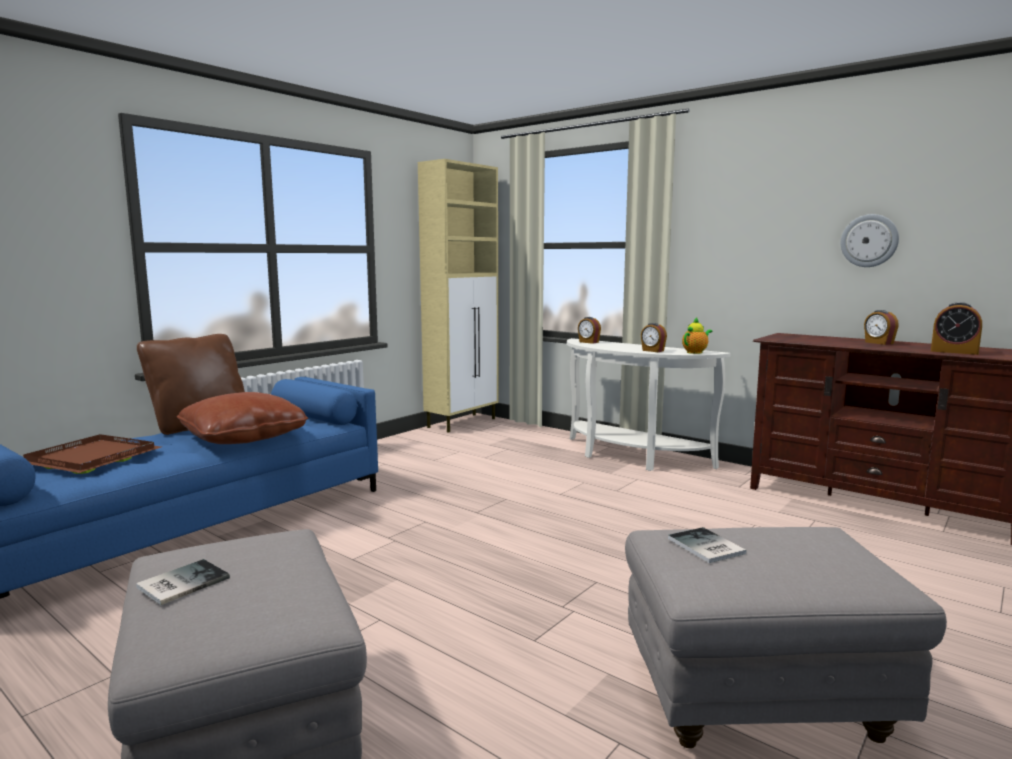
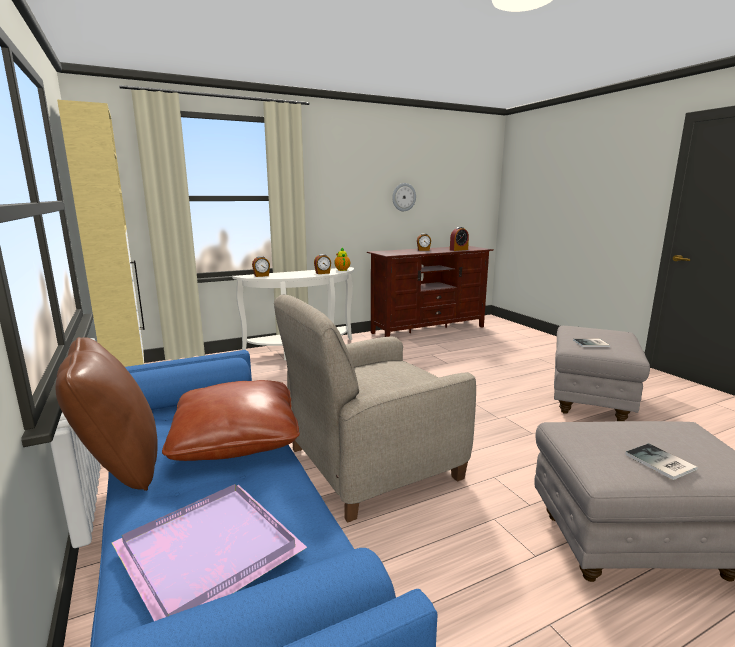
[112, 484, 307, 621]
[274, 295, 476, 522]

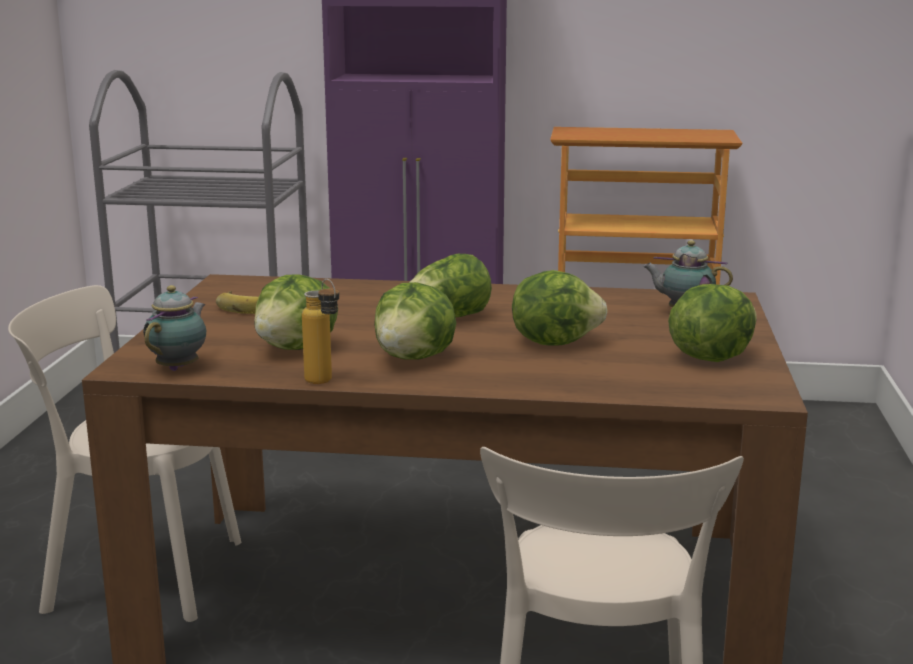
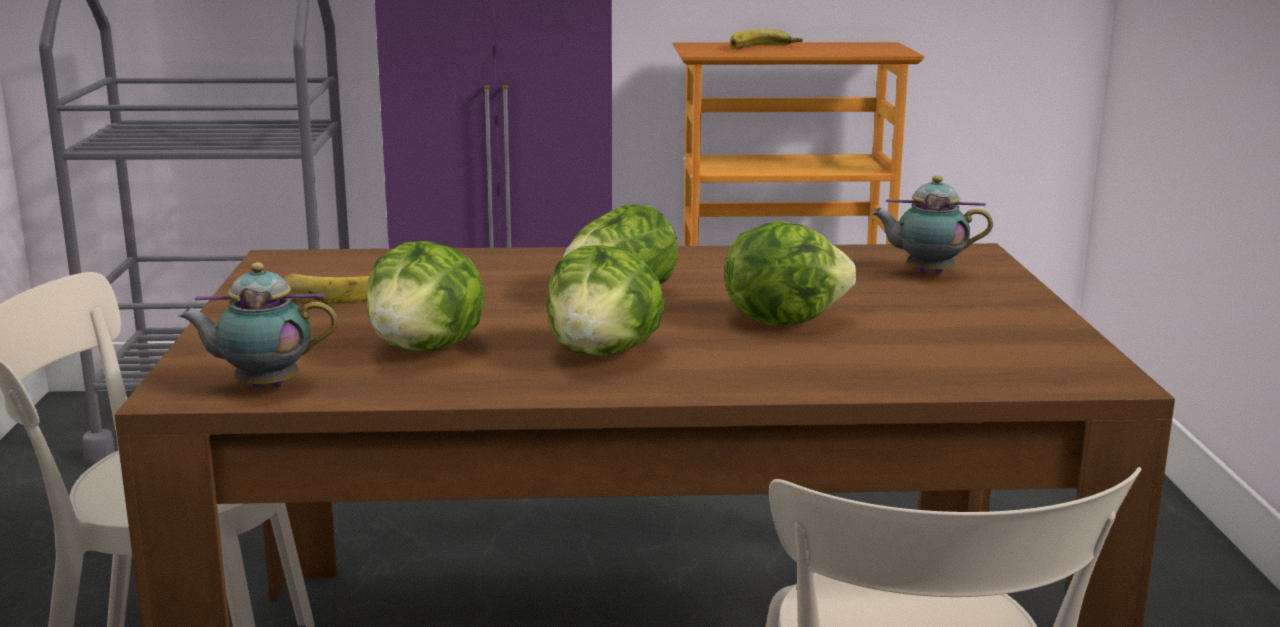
[179, 262, 338, 388]
[730, 29, 803, 49]
[302, 279, 339, 384] (first image)
[668, 284, 757, 362] (first image)

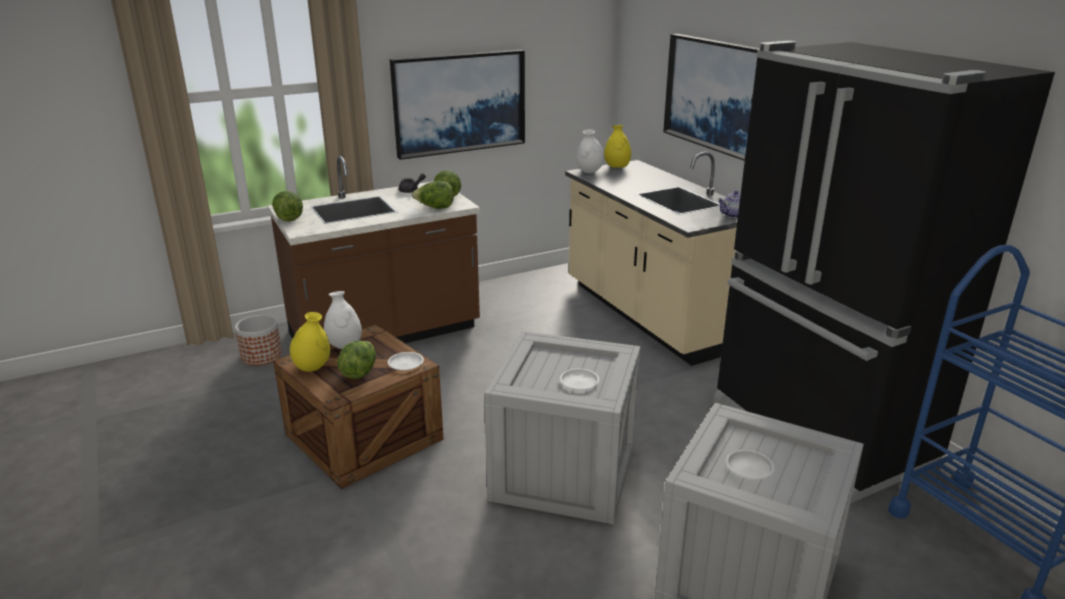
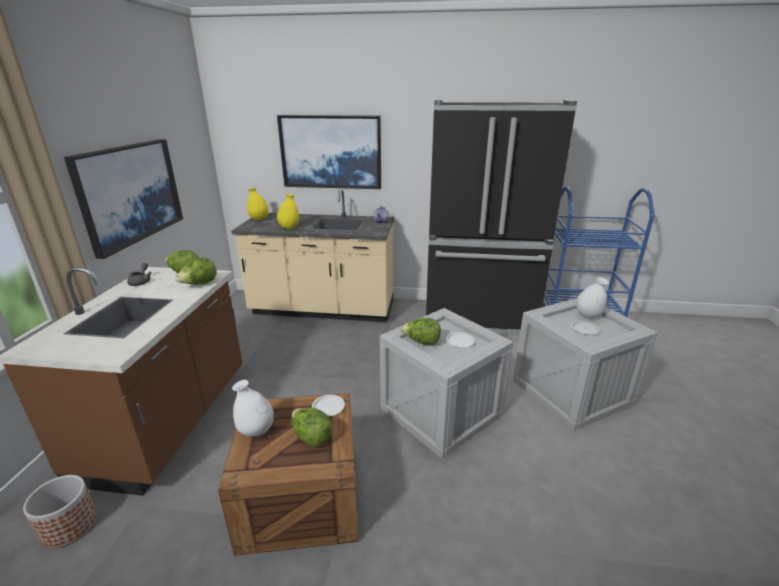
[277, 194, 299, 229]
[401, 318, 441, 345]
[576, 277, 609, 318]

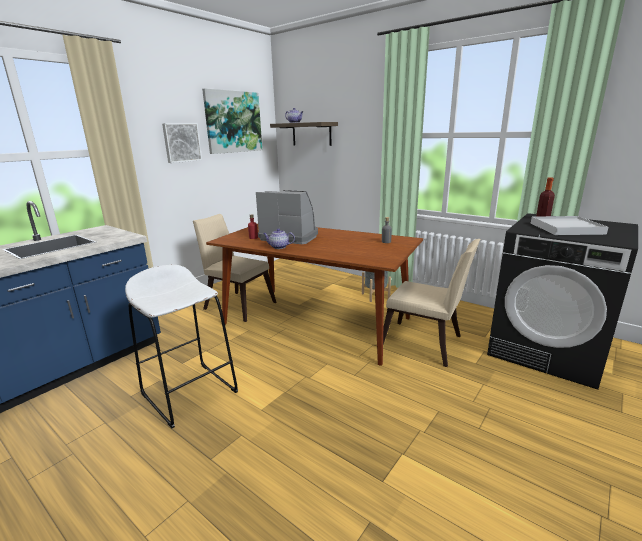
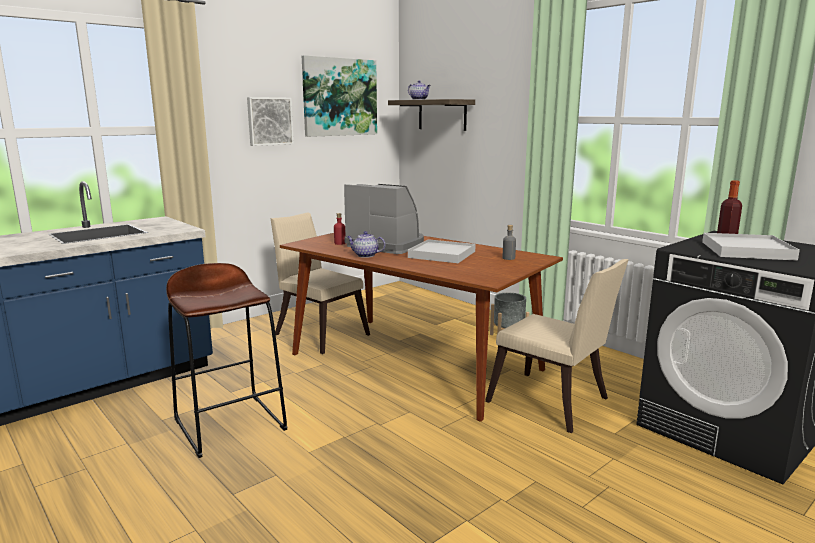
[166, 263, 287, 458]
[408, 239, 476, 263]

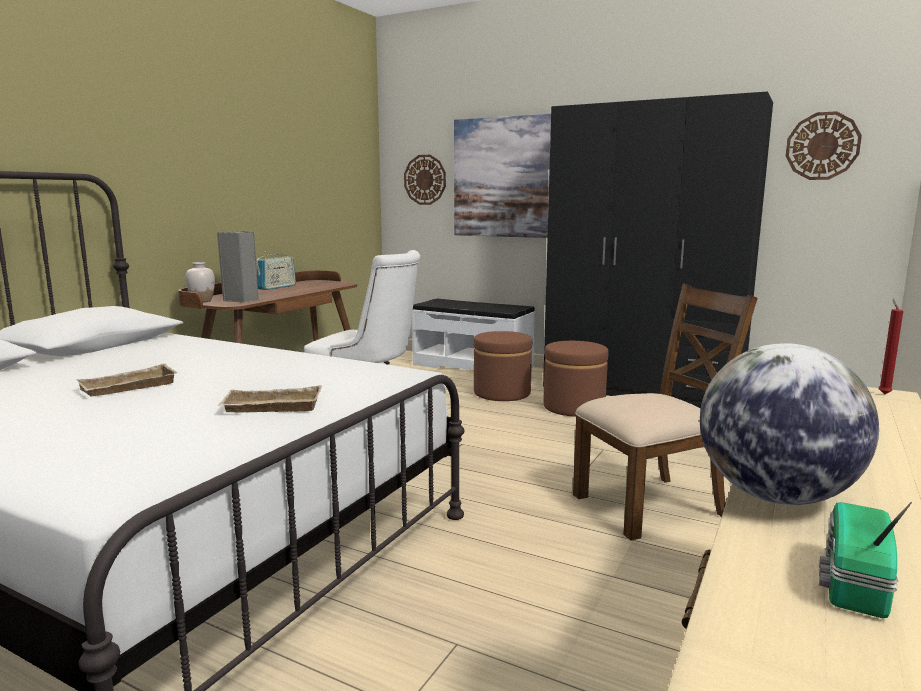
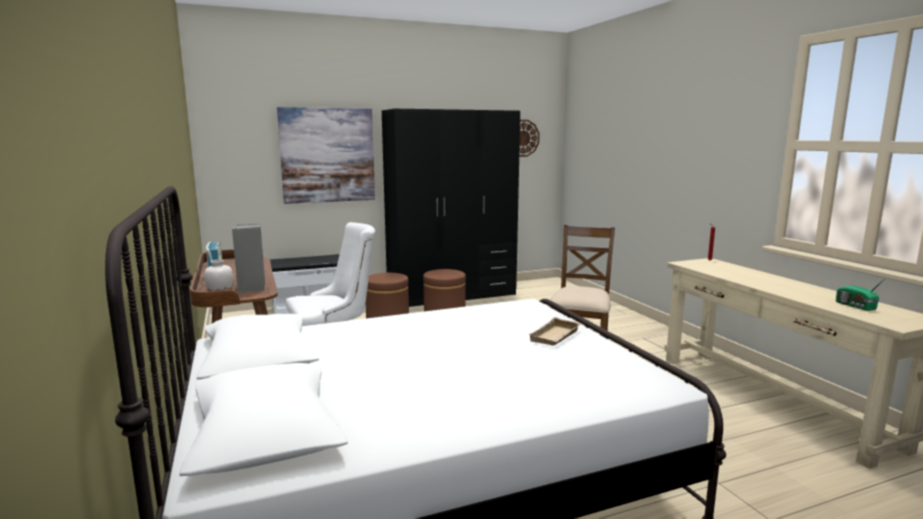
[76, 363, 178, 397] (first image)
[404, 155, 446, 205] (first image)
[700, 343, 879, 505] (first image)

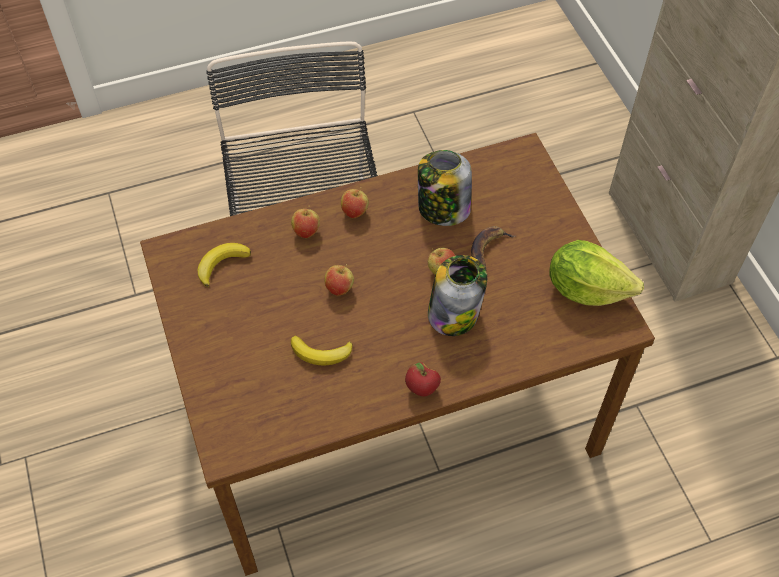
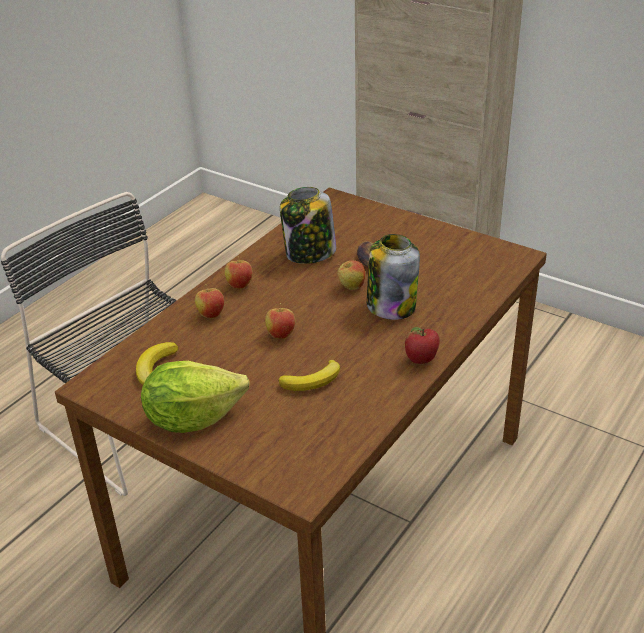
[141, 361, 250, 433]

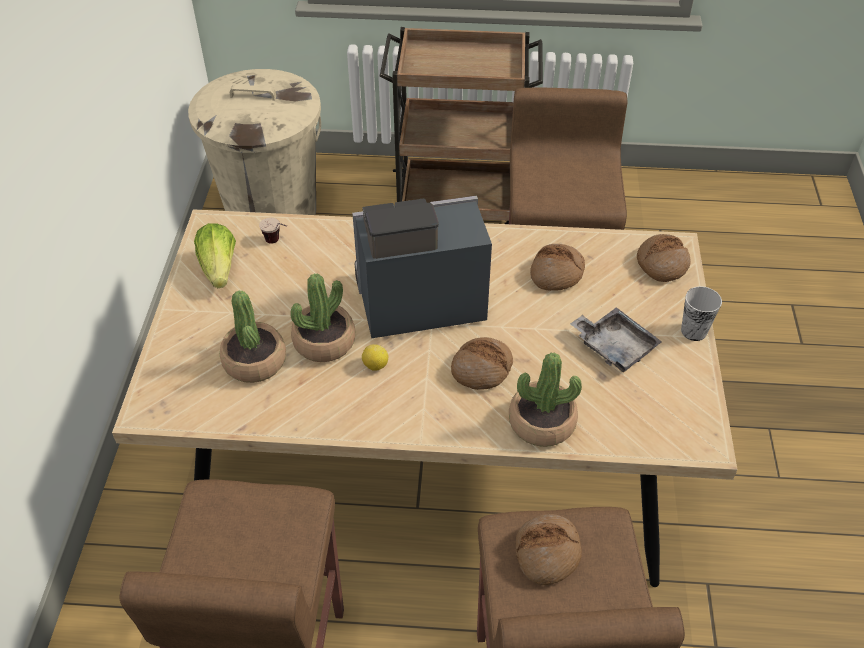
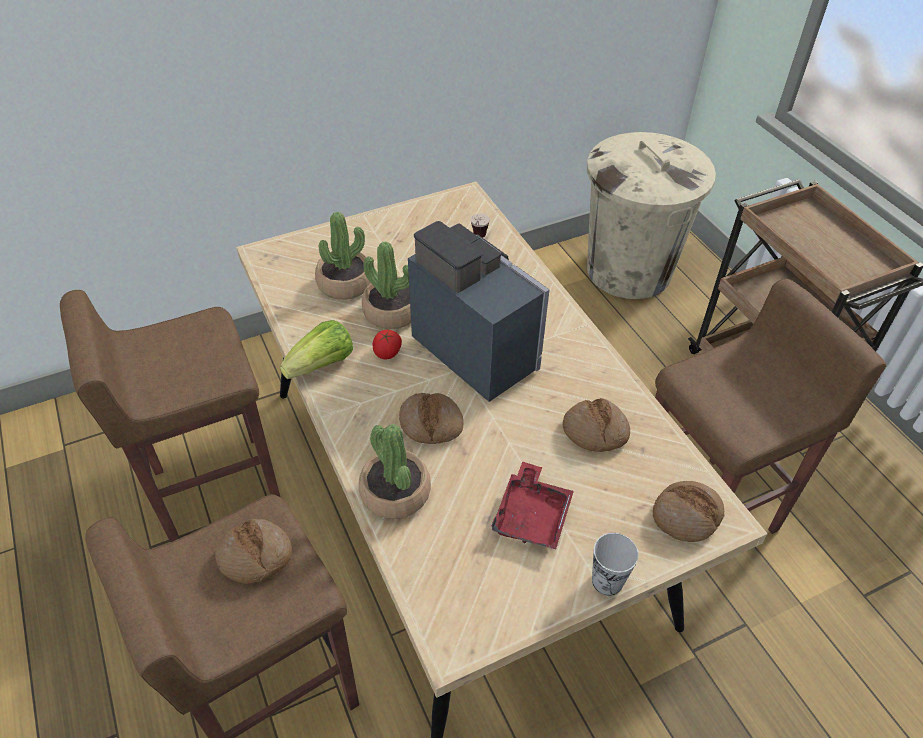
[280, 320, 353, 379]
[373, 330, 402, 359]
[492, 461, 574, 549]

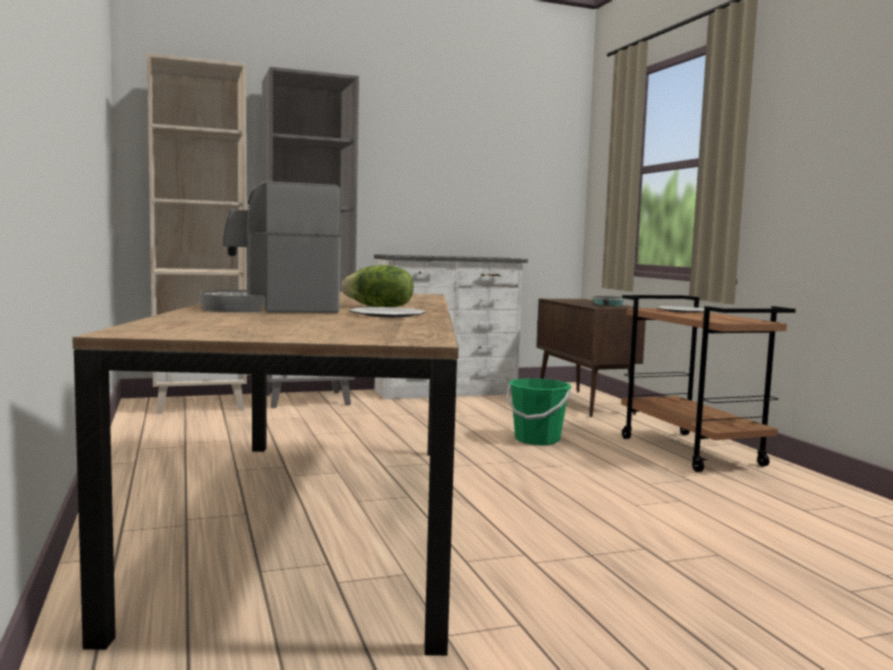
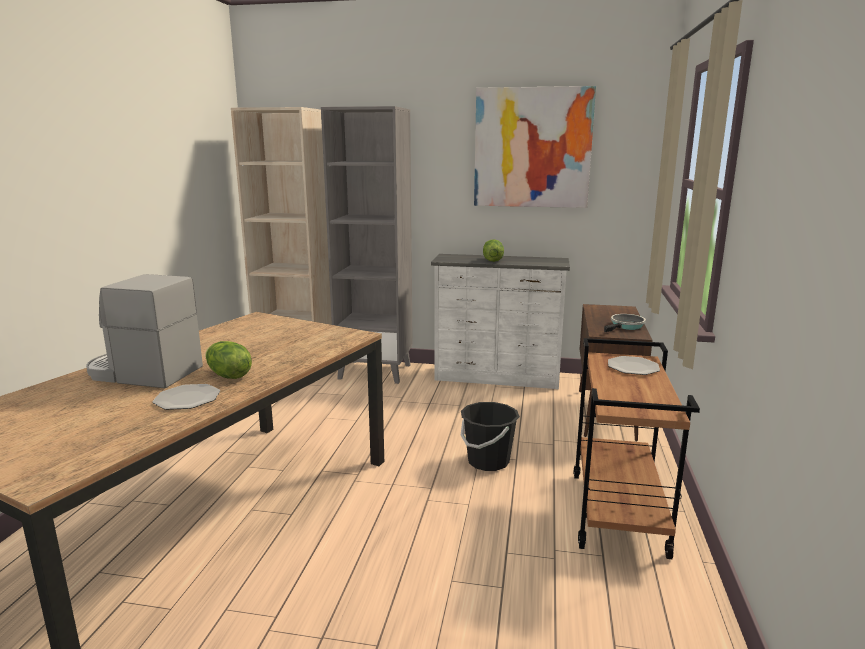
[461, 402, 520, 471]
[474, 86, 596, 208]
[483, 239, 504, 262]

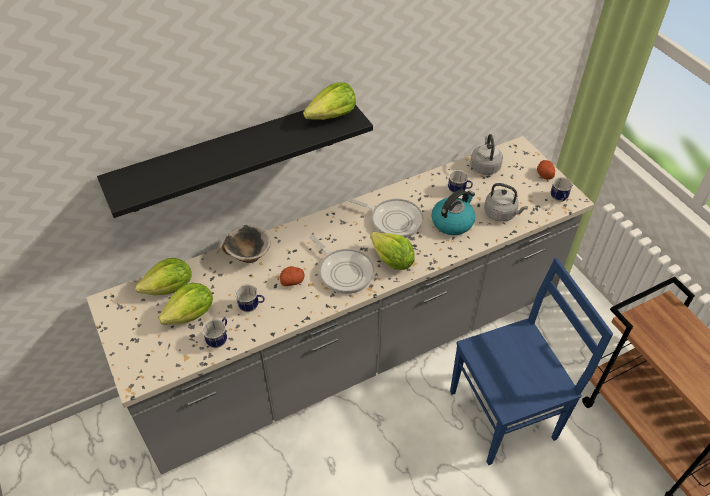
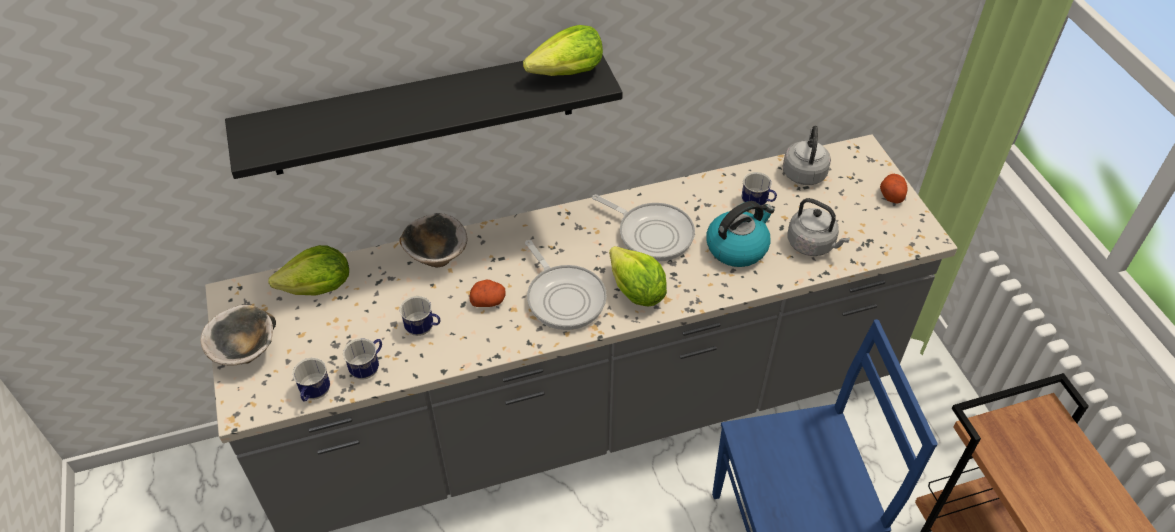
[200, 305, 276, 366]
[292, 358, 330, 401]
[158, 283, 213, 325] (first image)

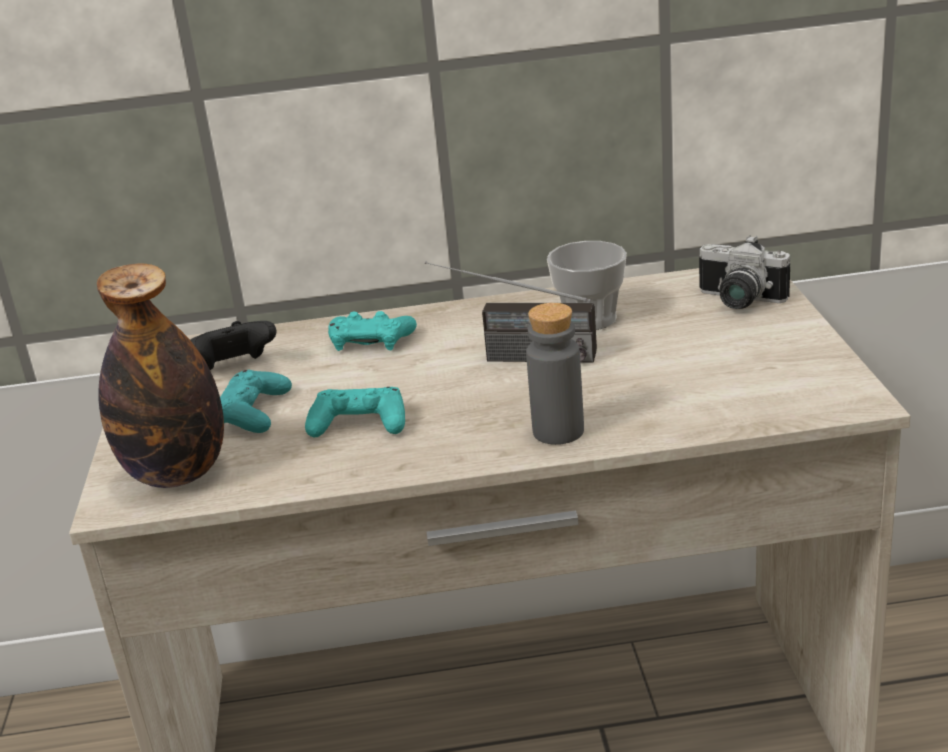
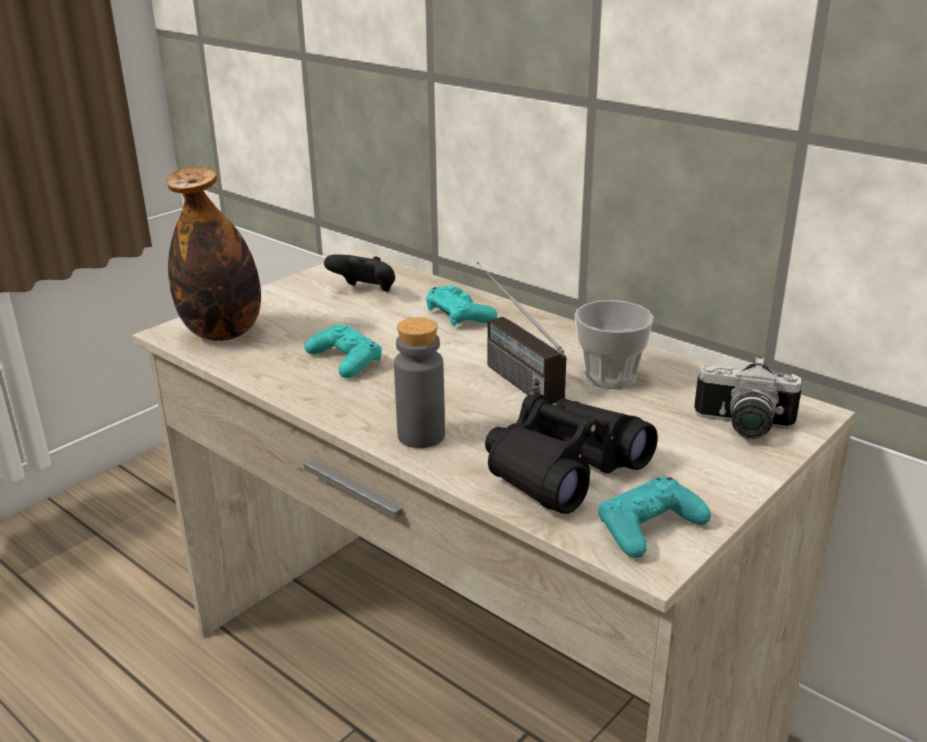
[485, 393, 658, 514]
[598, 476, 711, 558]
[694, 356, 802, 439]

